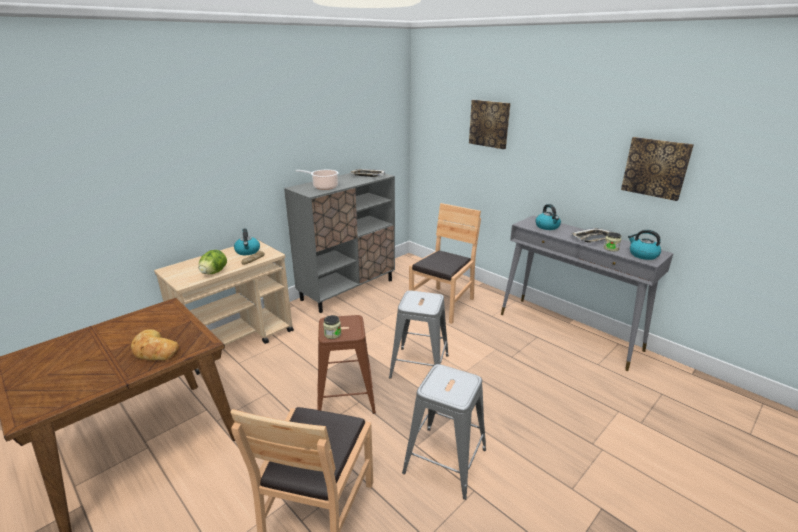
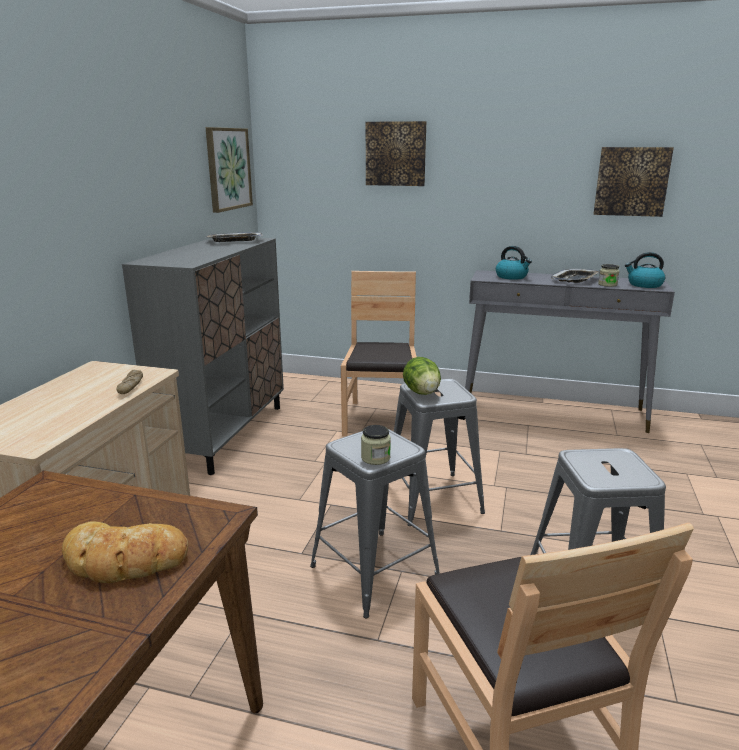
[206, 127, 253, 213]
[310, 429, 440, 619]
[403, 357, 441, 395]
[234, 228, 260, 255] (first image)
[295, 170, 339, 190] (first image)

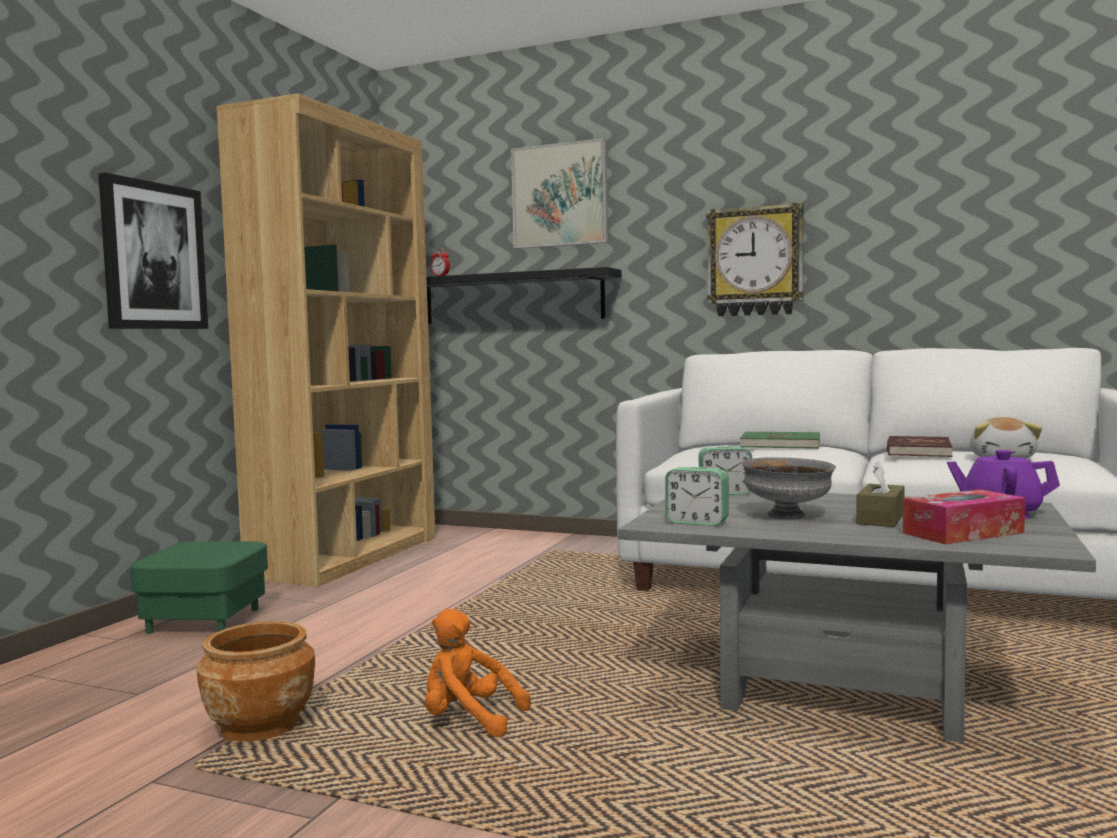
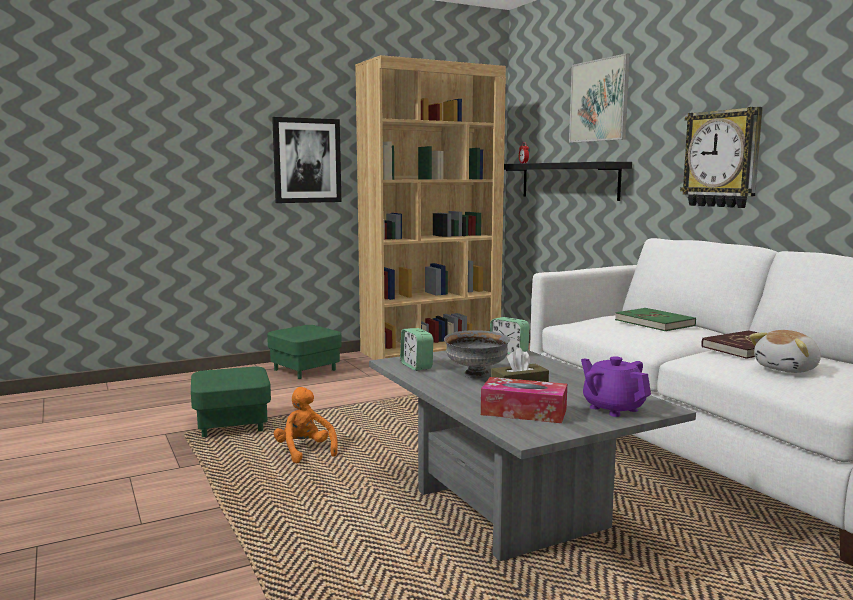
[191, 366, 271, 437]

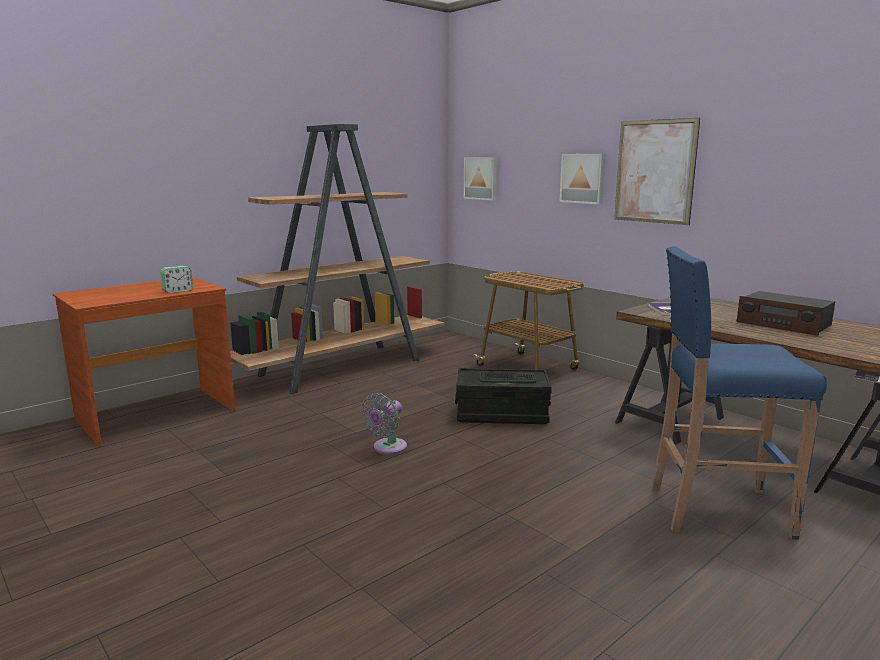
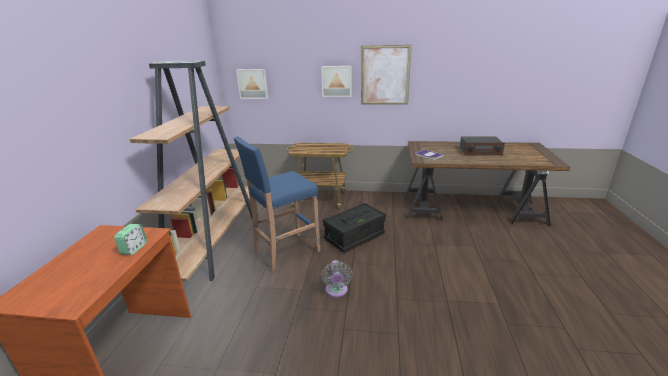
[234, 136, 321, 272]

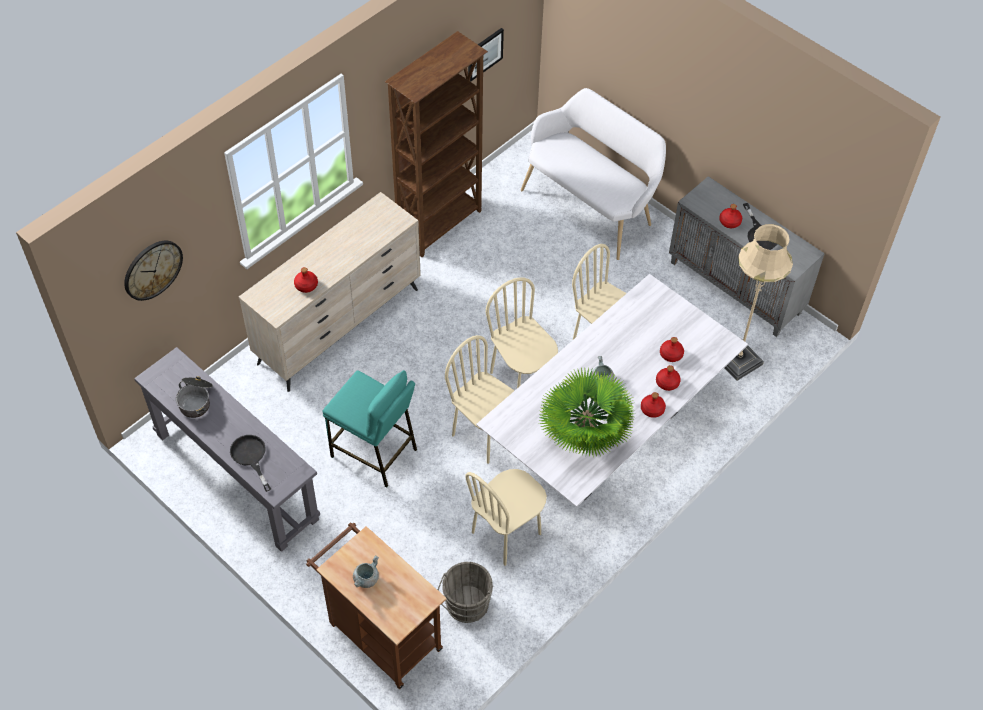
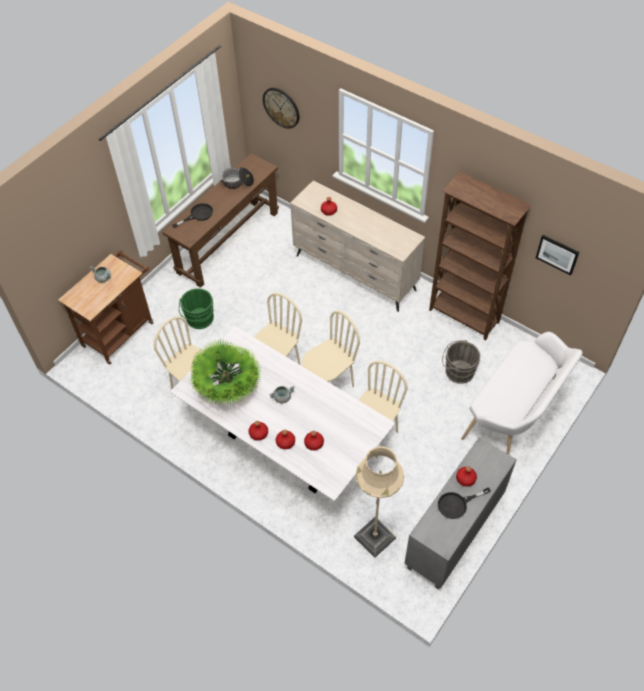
[162, 153, 279, 288]
[179, 288, 214, 329]
[442, 340, 480, 384]
[322, 370, 417, 488] (first image)

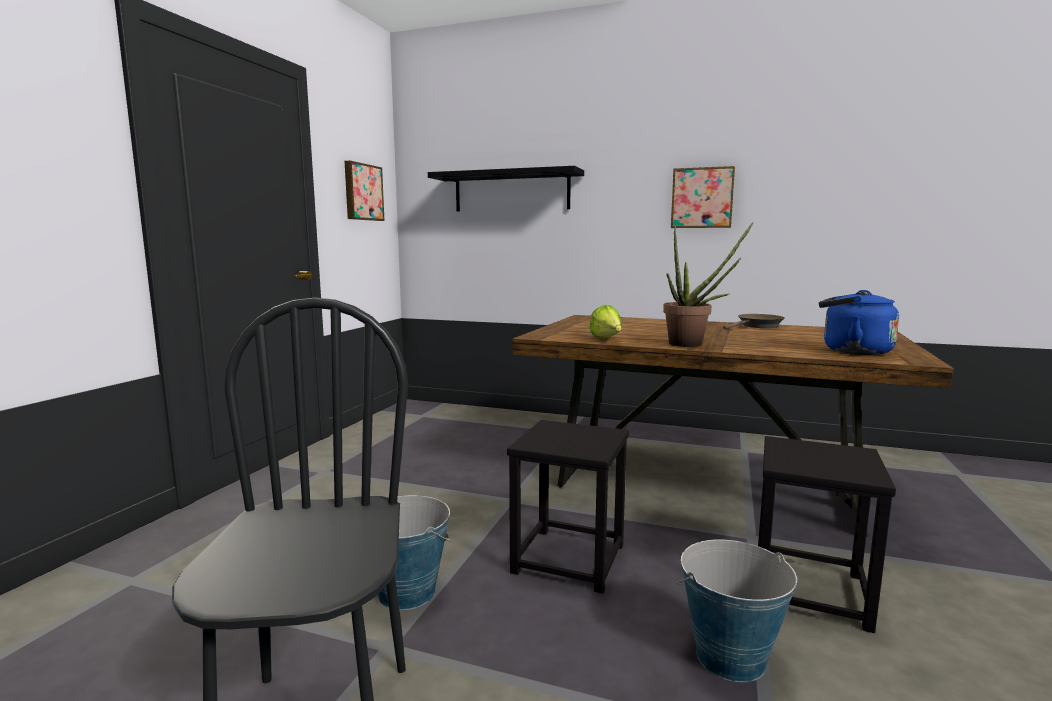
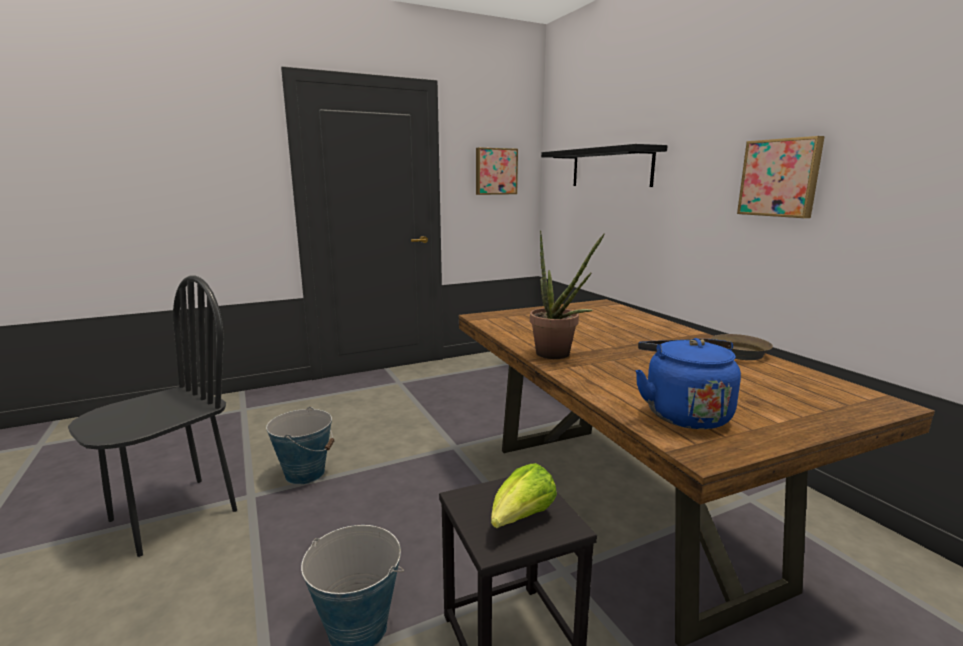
[491, 463, 557, 528]
[507, 420, 629, 594] (first image)

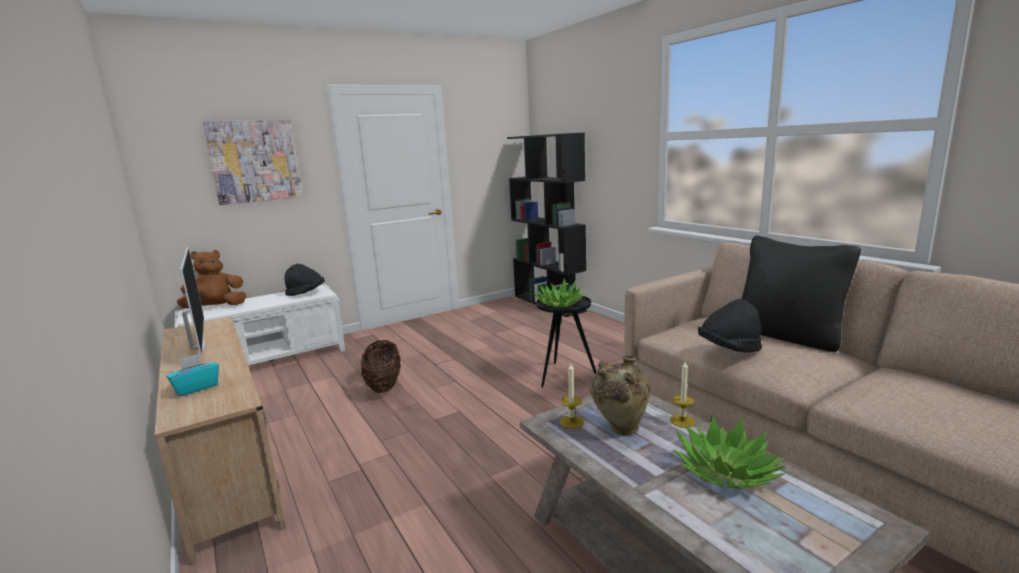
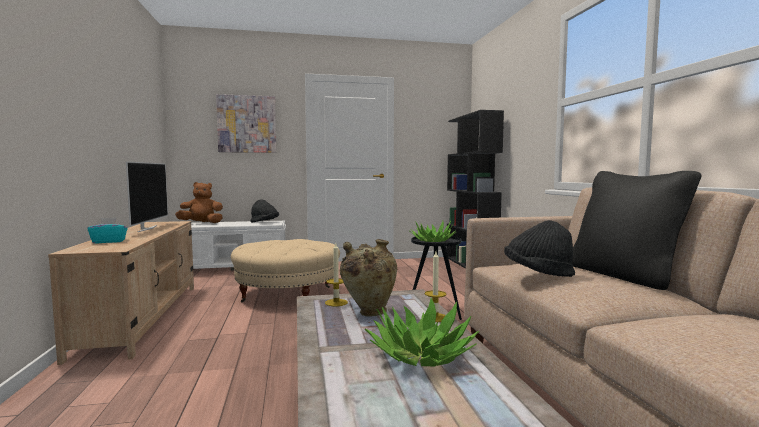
[231, 239, 340, 302]

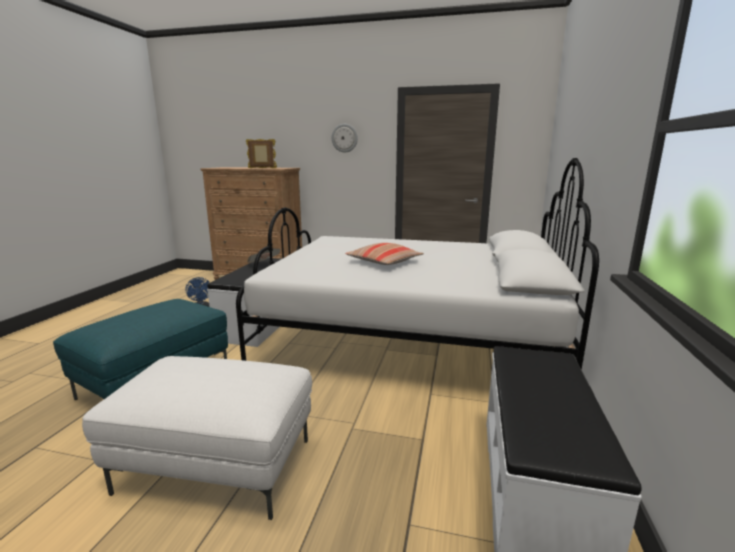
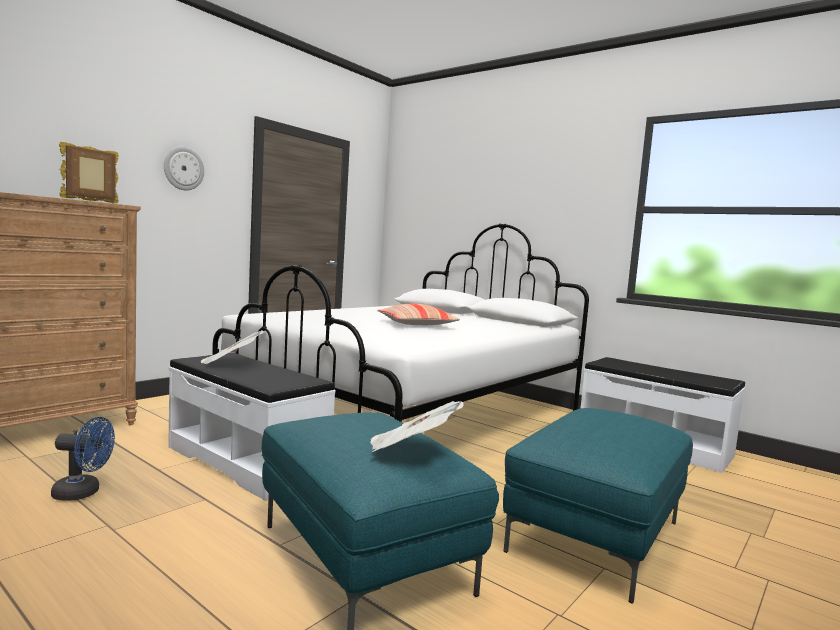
[371, 401, 463, 452]
[503, 408, 693, 604]

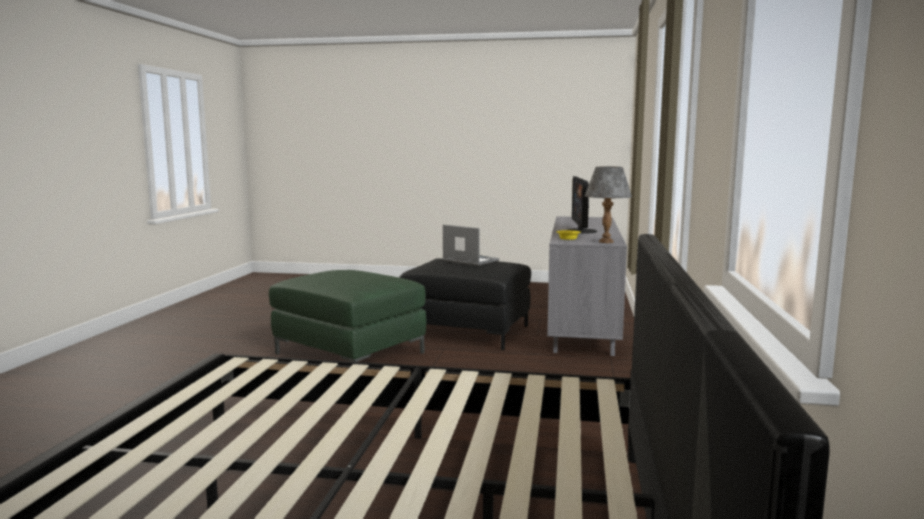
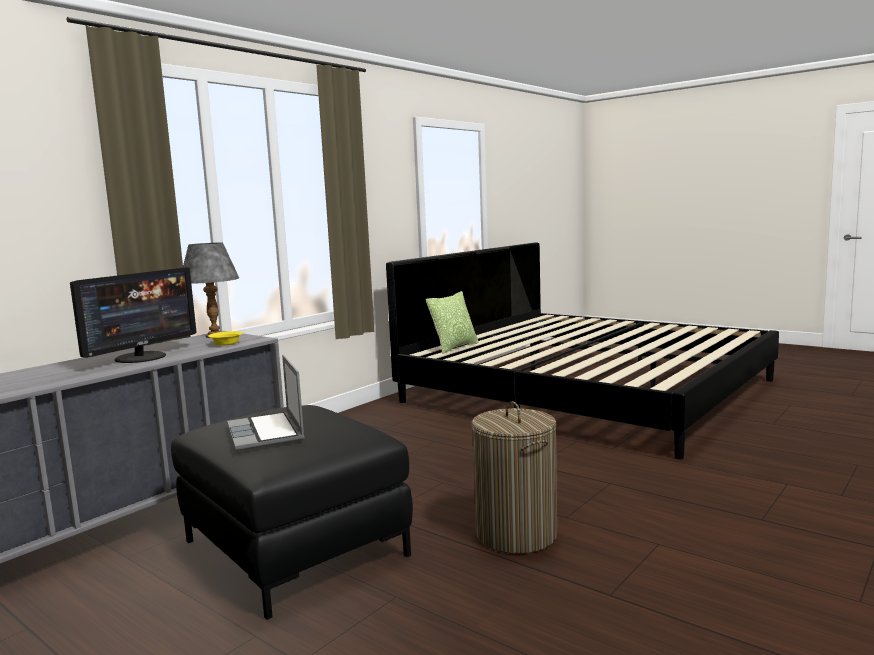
[426, 291, 479, 354]
[471, 401, 557, 554]

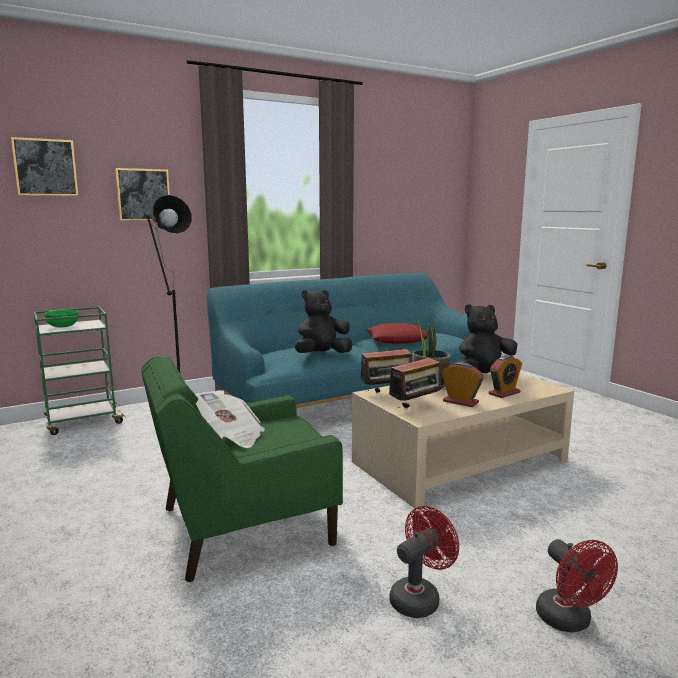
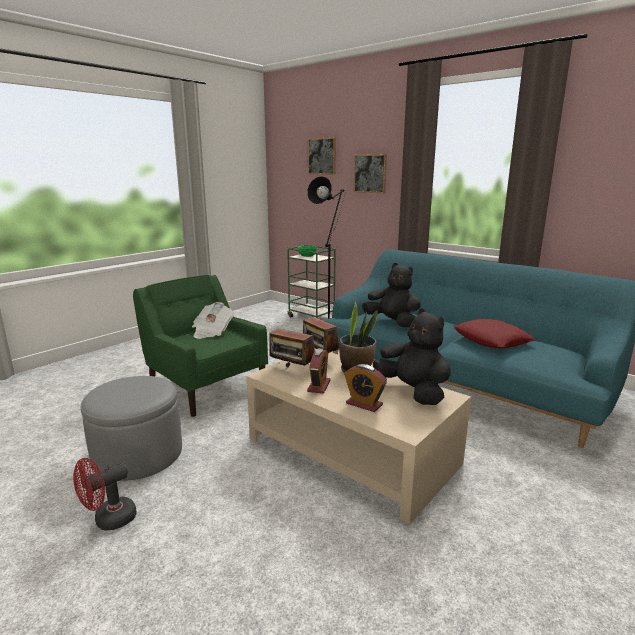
[81, 376, 182, 481]

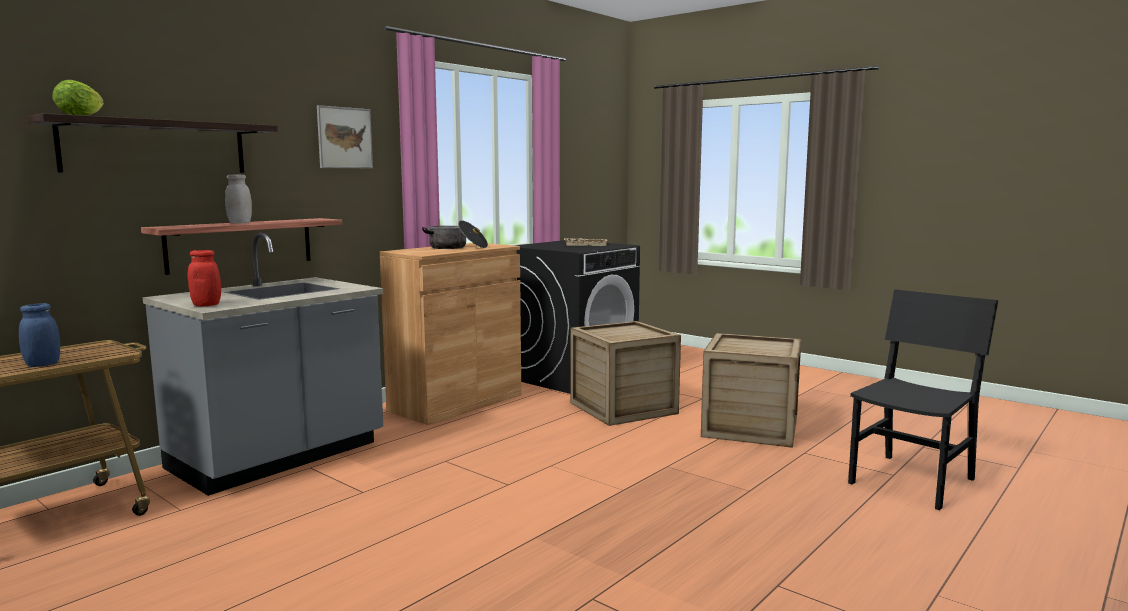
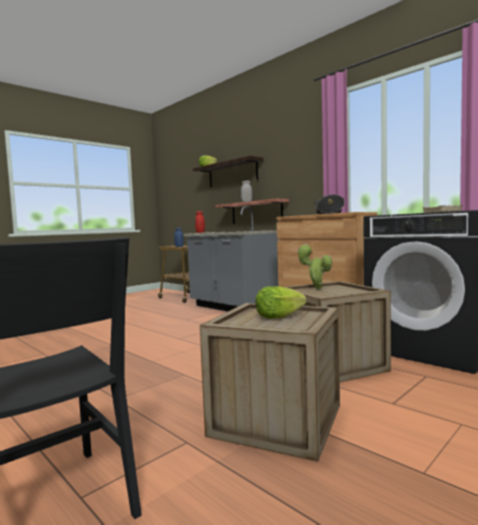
[255, 286, 307, 319]
[297, 244, 332, 289]
[317, 105, 373, 168] (first image)

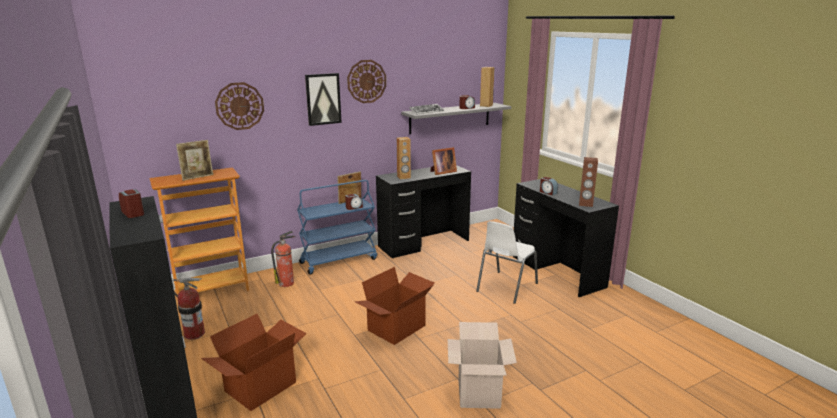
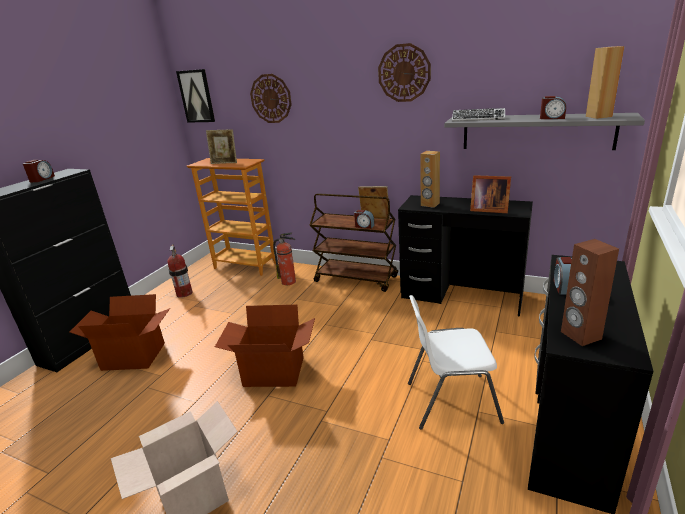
[176, 69, 215, 123]
[309, 193, 398, 292]

